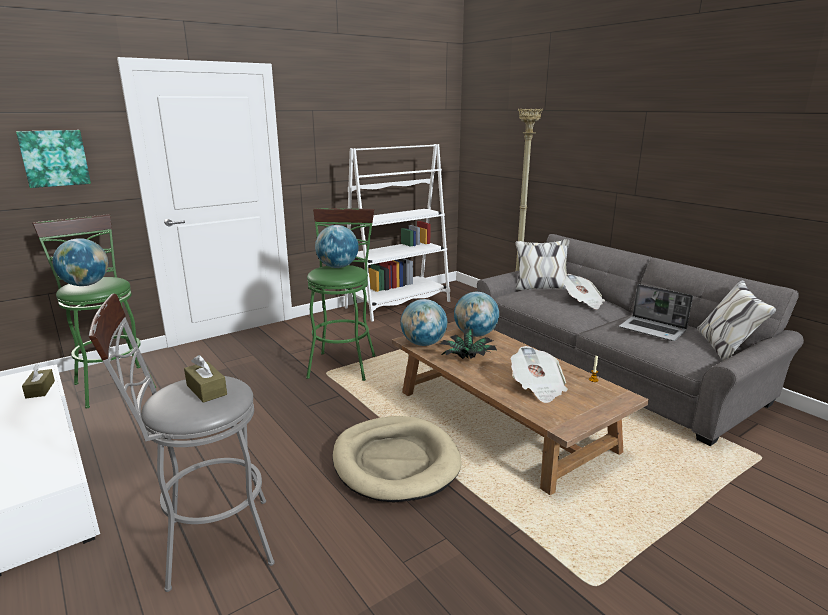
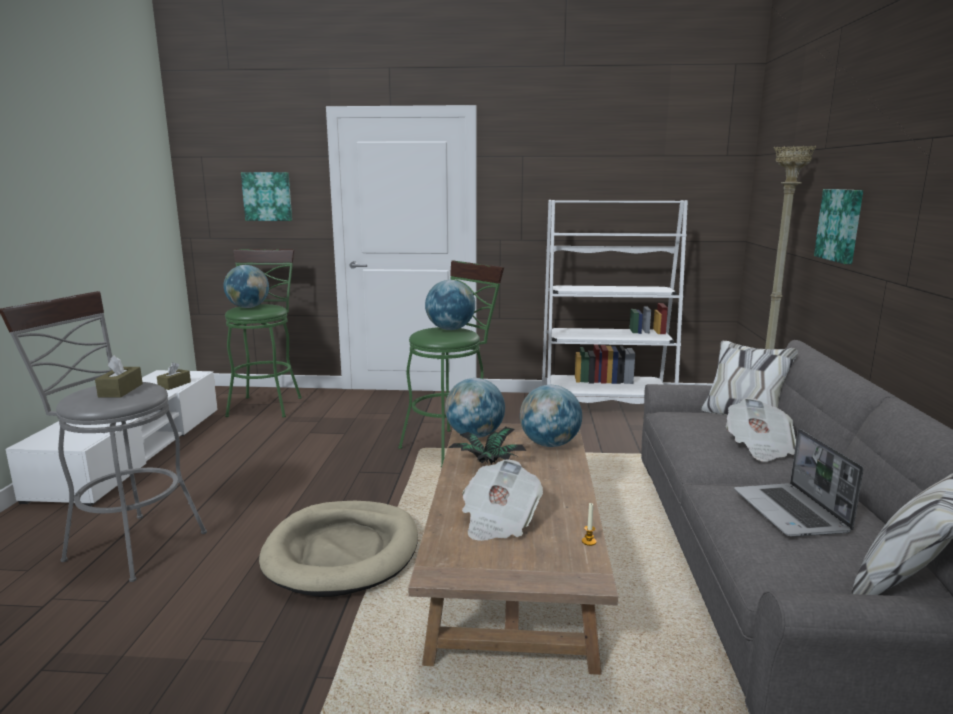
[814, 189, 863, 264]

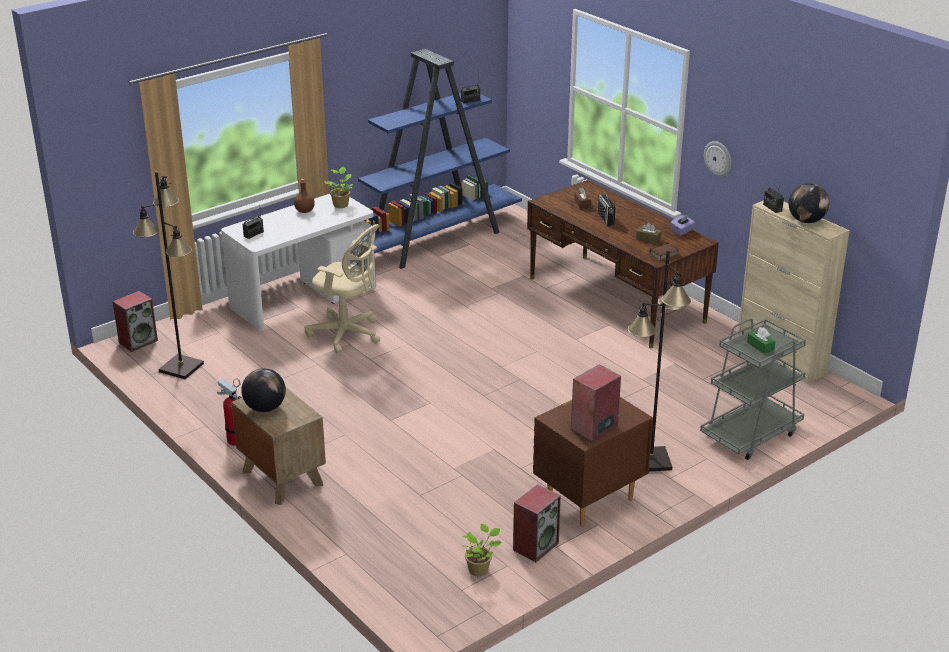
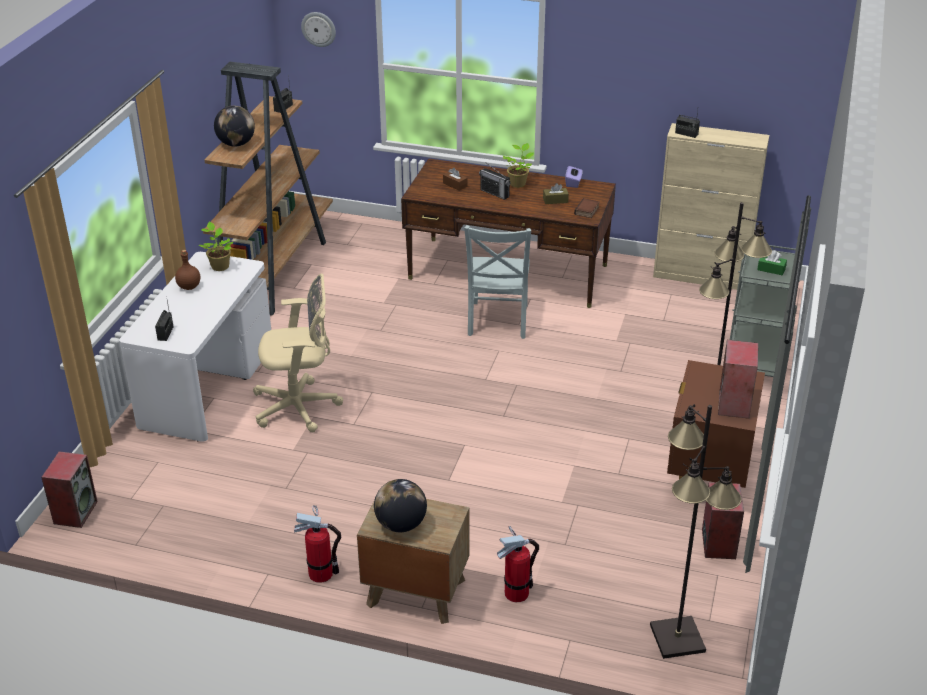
[203, 62, 333, 316]
[214, 106, 255, 147]
[301, 12, 336, 47]
[464, 225, 531, 339]
[497, 526, 539, 602]
[503, 143, 534, 188]
[650, 404, 742, 659]

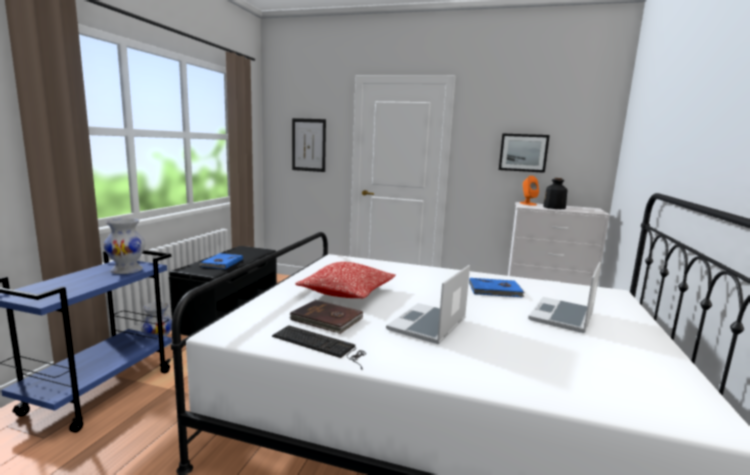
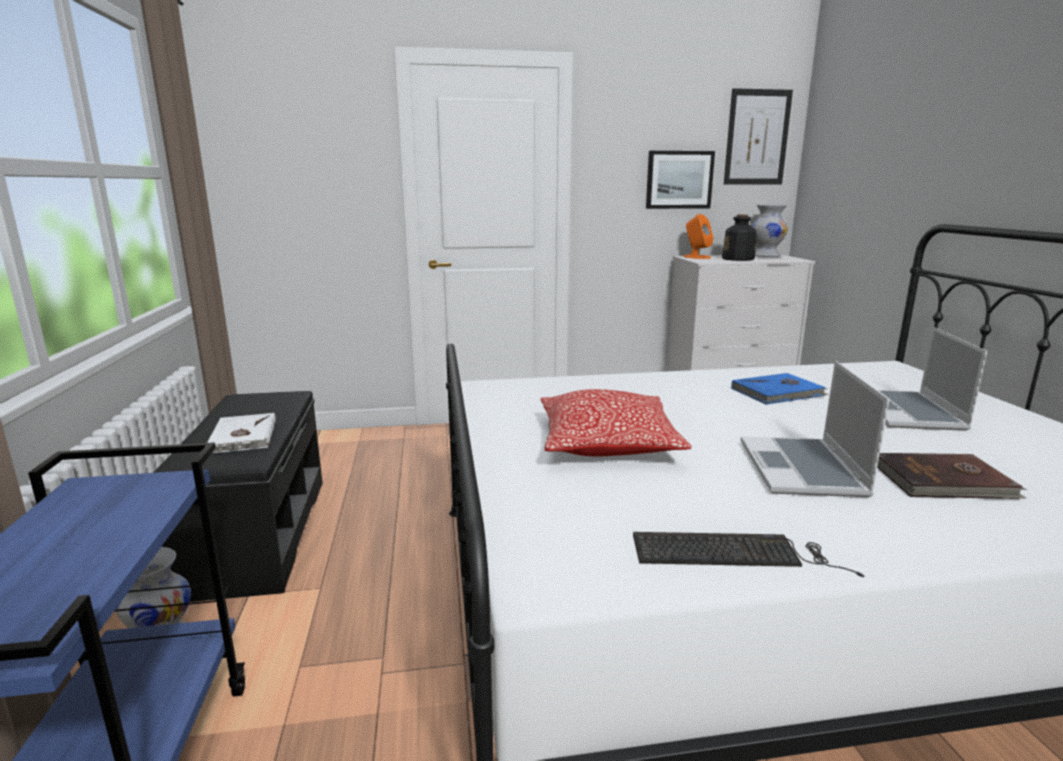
[207, 413, 276, 453]
[724, 88, 793, 185]
[751, 204, 788, 257]
[877, 453, 1027, 499]

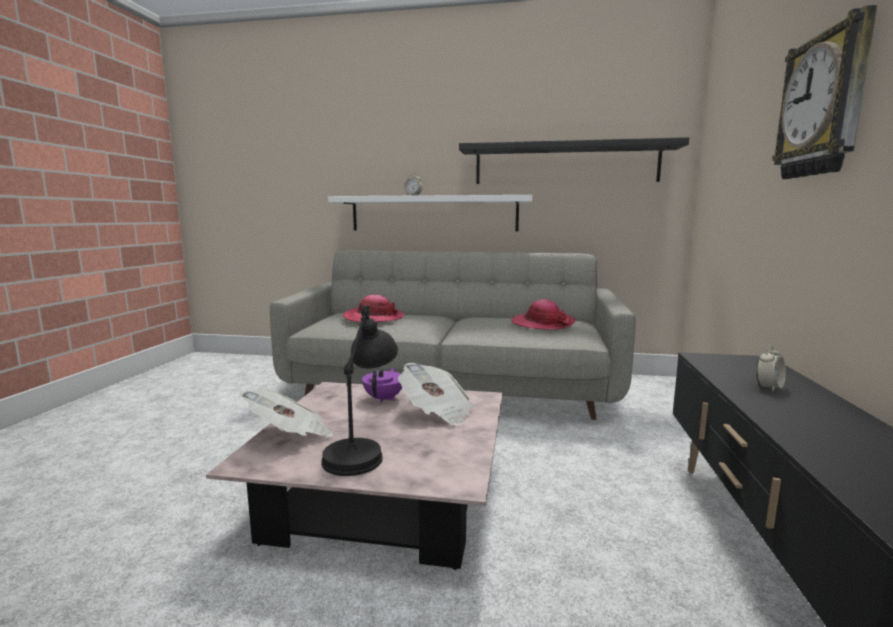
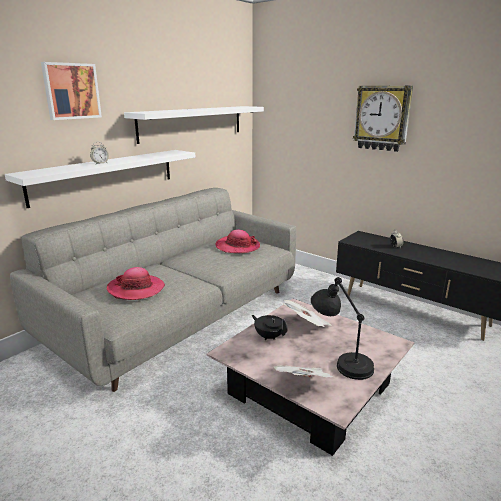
[41, 62, 102, 120]
[124, 106, 264, 144]
[251, 315, 288, 340]

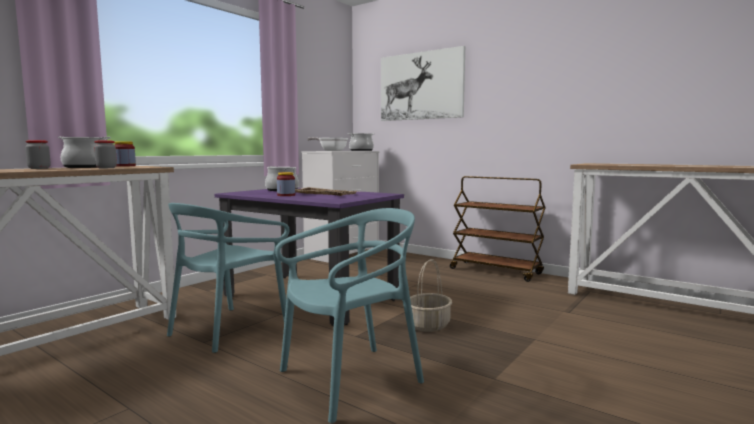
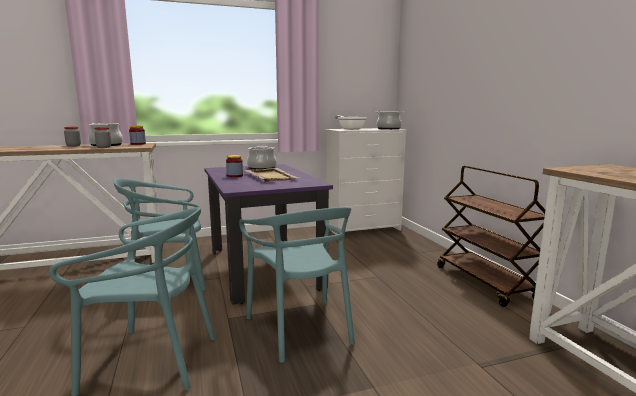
[239, 207, 355, 363]
[381, 46, 465, 121] (first image)

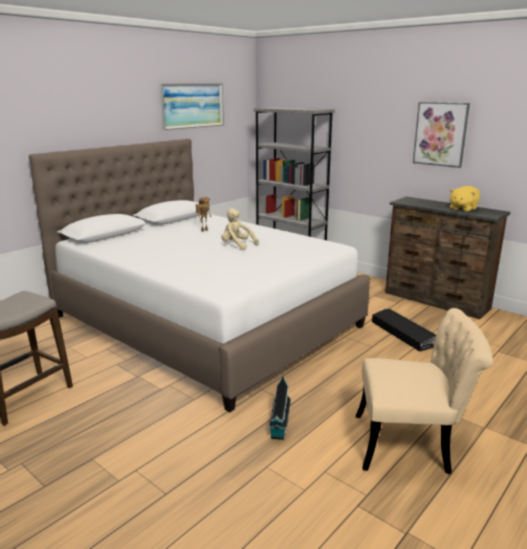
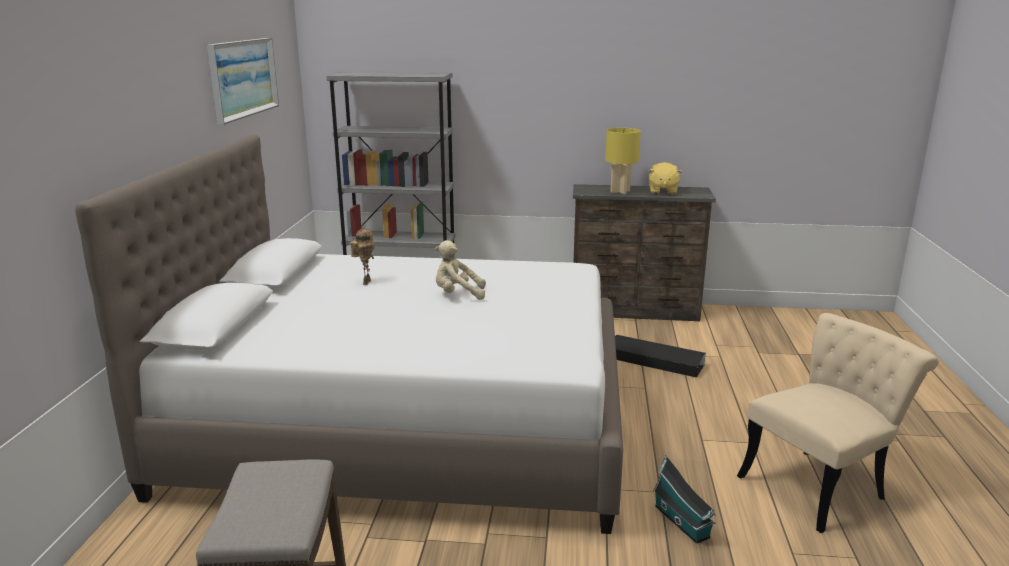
[605, 128, 641, 194]
[413, 102, 470, 168] (first image)

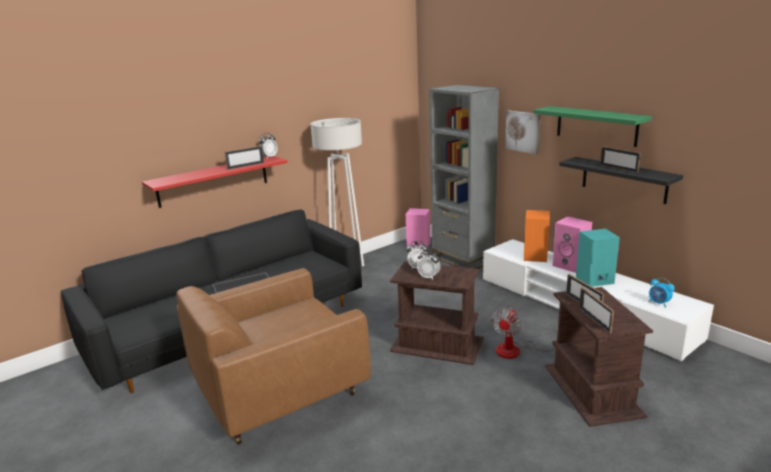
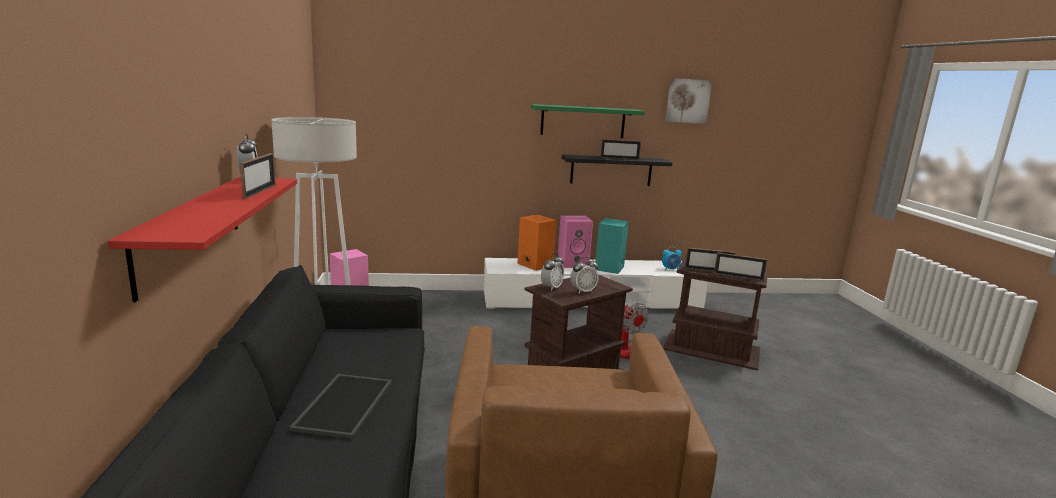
[665, 78, 712, 124]
[429, 85, 499, 269] (first image)

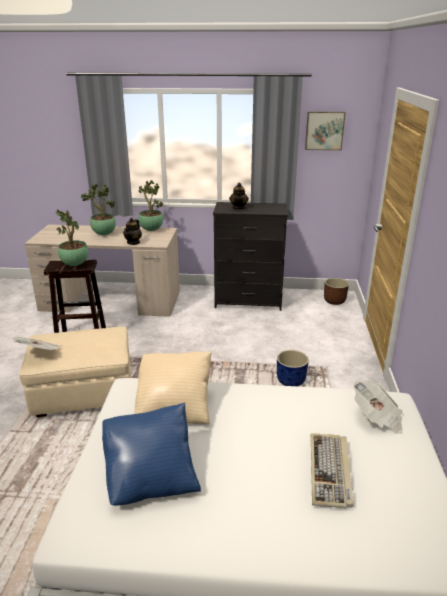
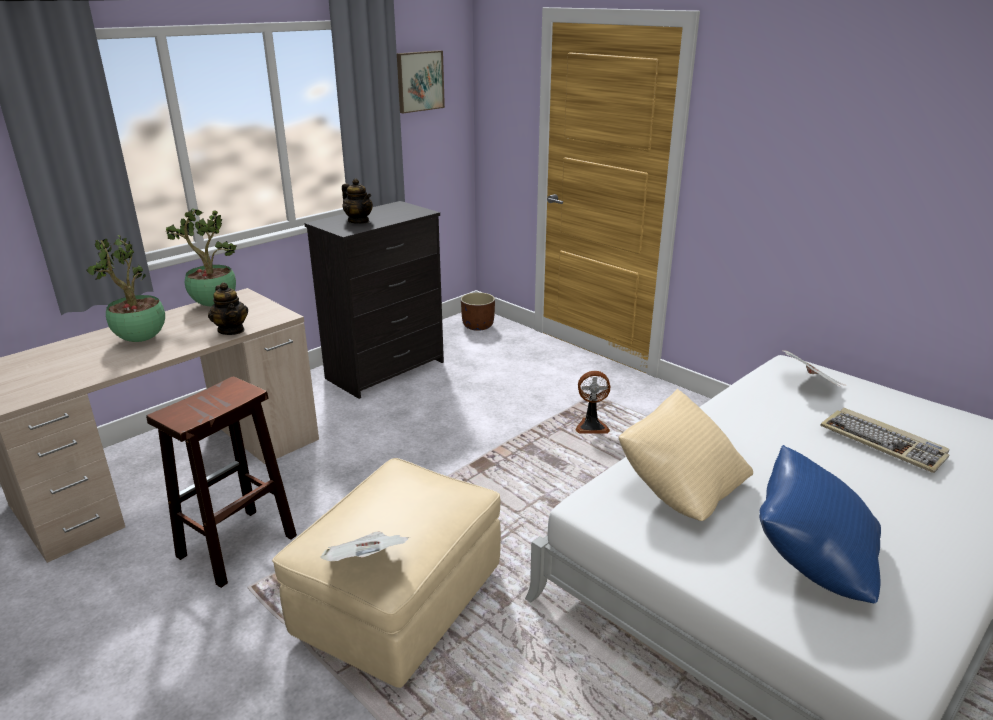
[576, 371, 610, 433]
[56, 210, 88, 266] (first image)

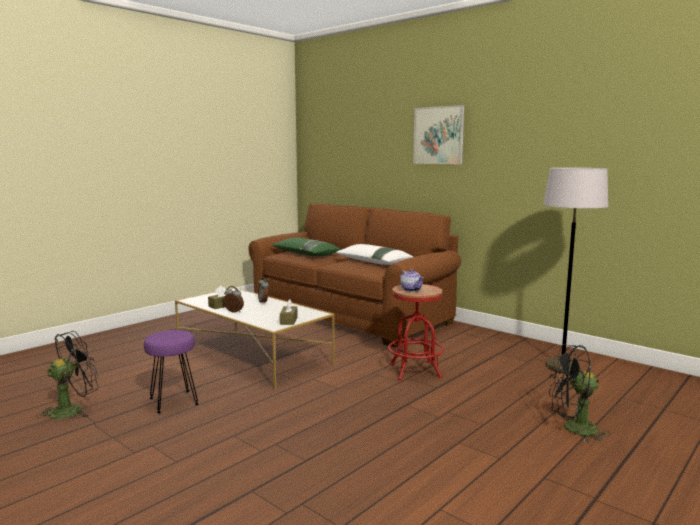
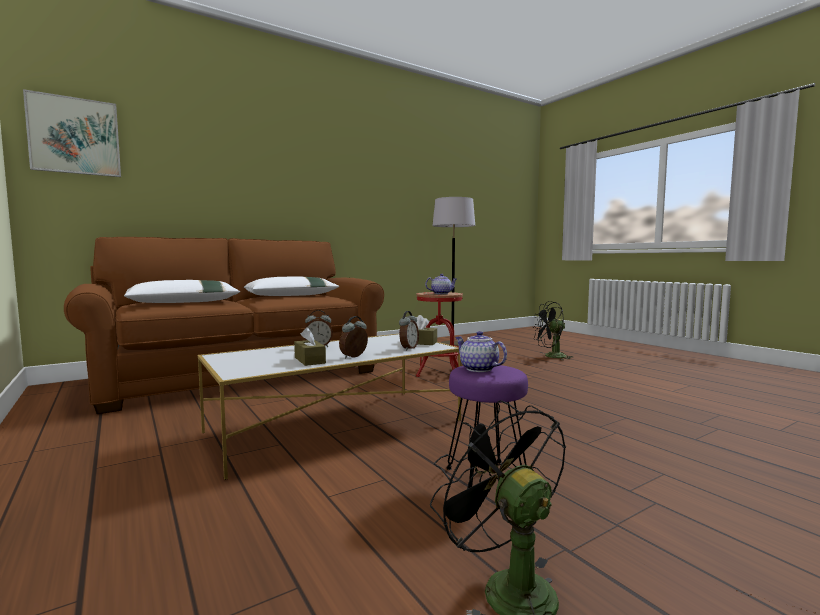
[23, 89, 121, 177]
[124, 280, 240, 303]
[399, 311, 419, 350]
[455, 331, 507, 372]
[532, 301, 574, 360]

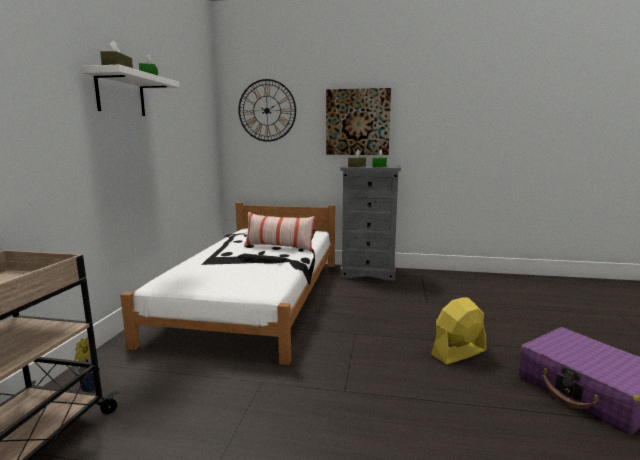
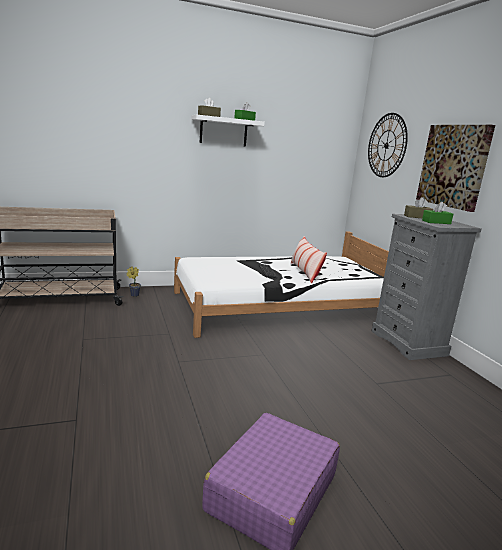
[431, 297, 487, 364] (first image)

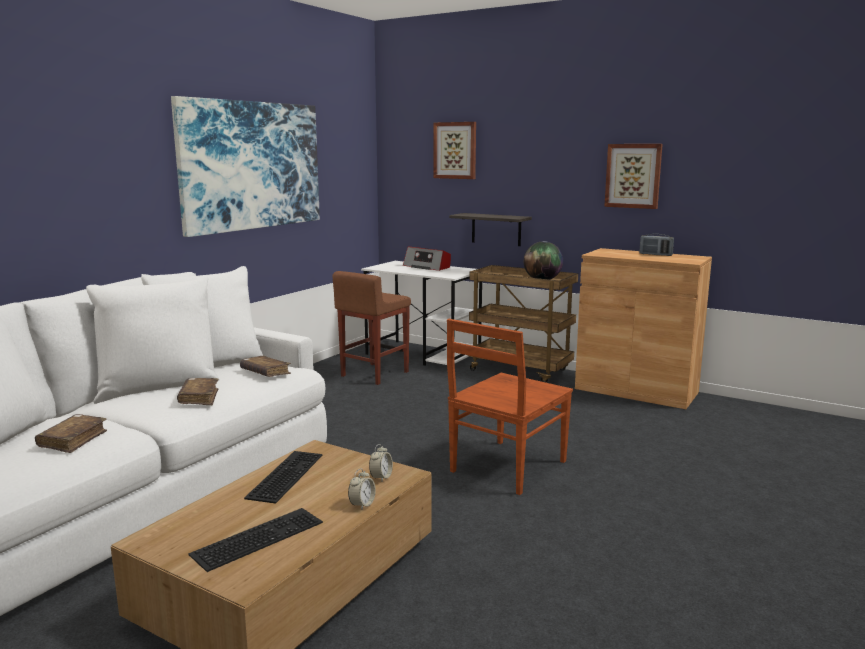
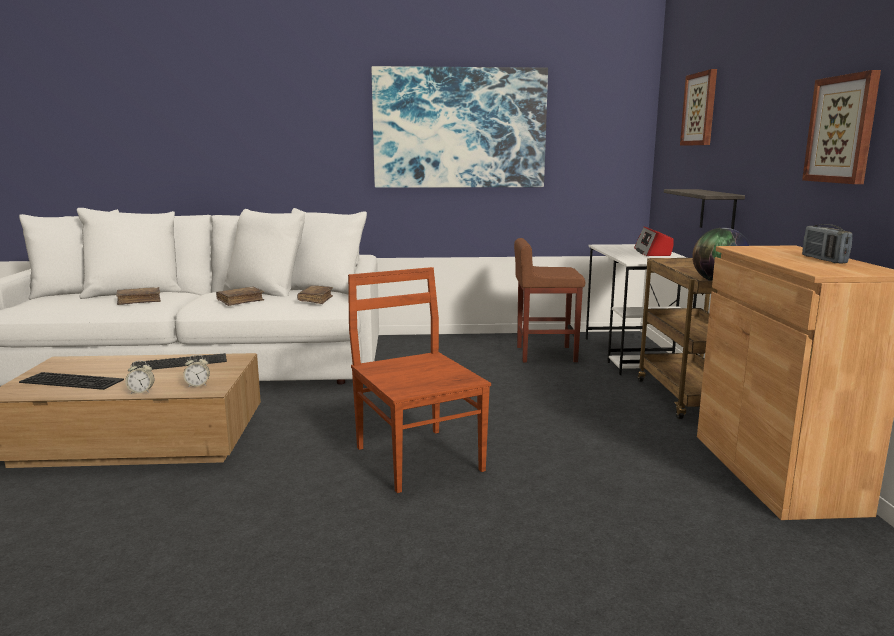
[348, 267, 491, 493]

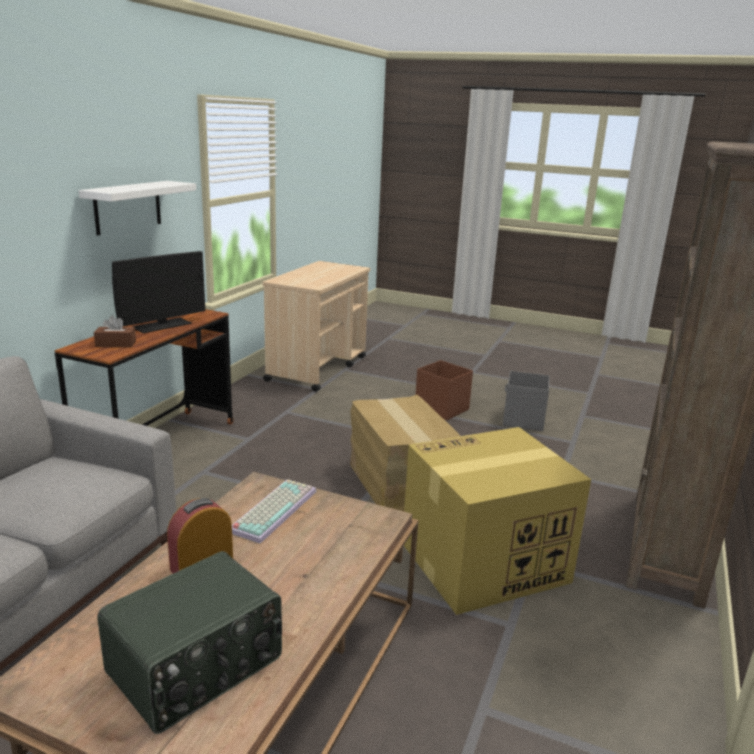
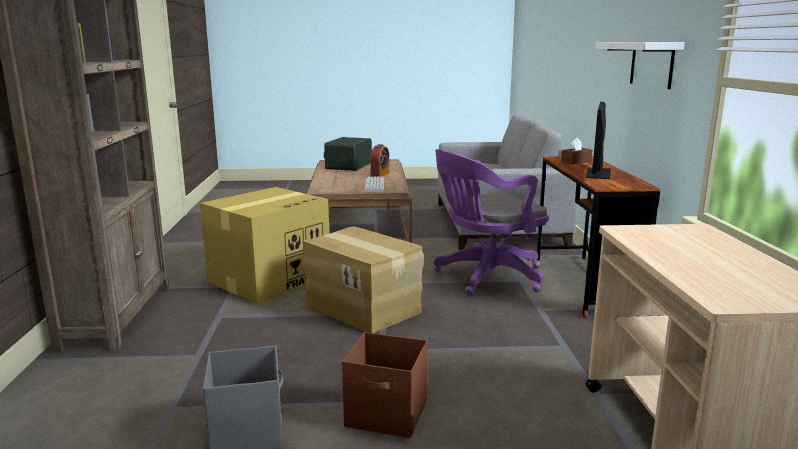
[434, 149, 549, 295]

